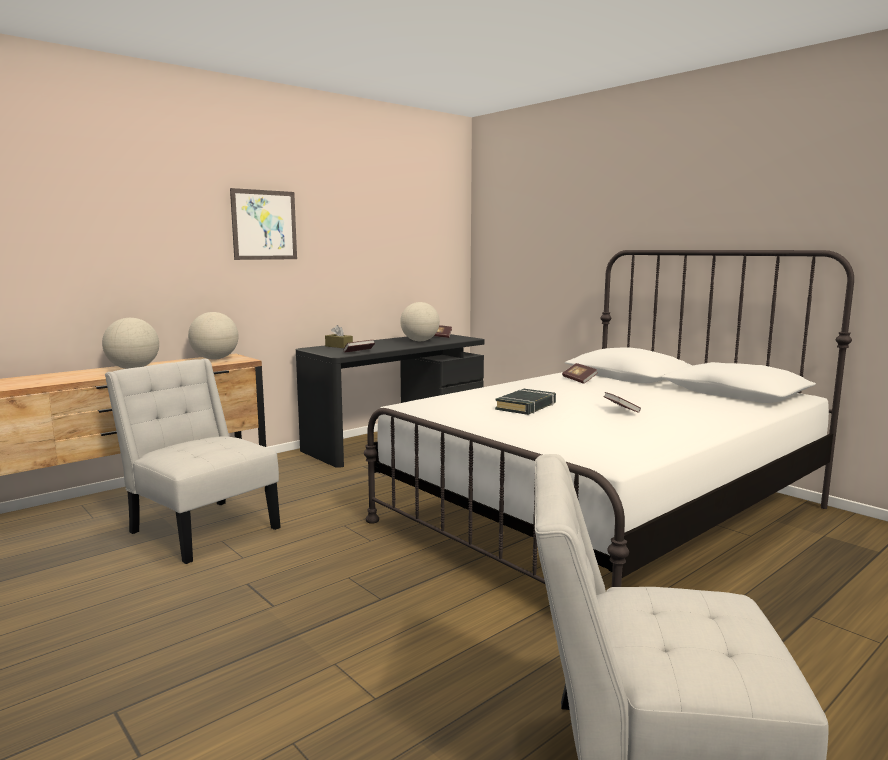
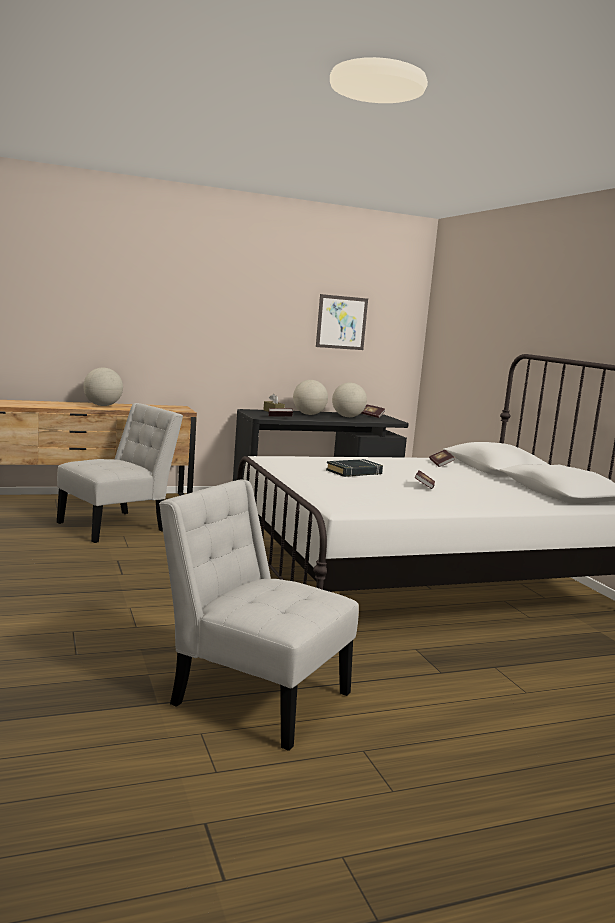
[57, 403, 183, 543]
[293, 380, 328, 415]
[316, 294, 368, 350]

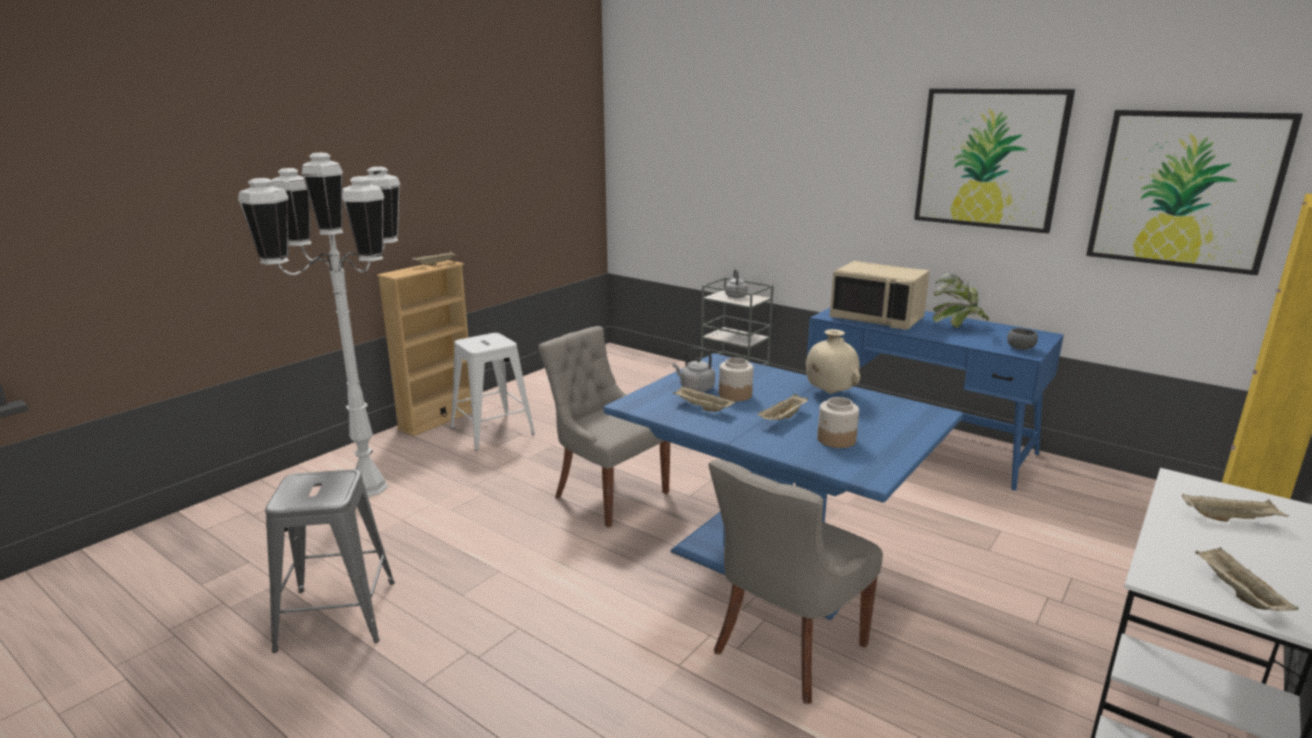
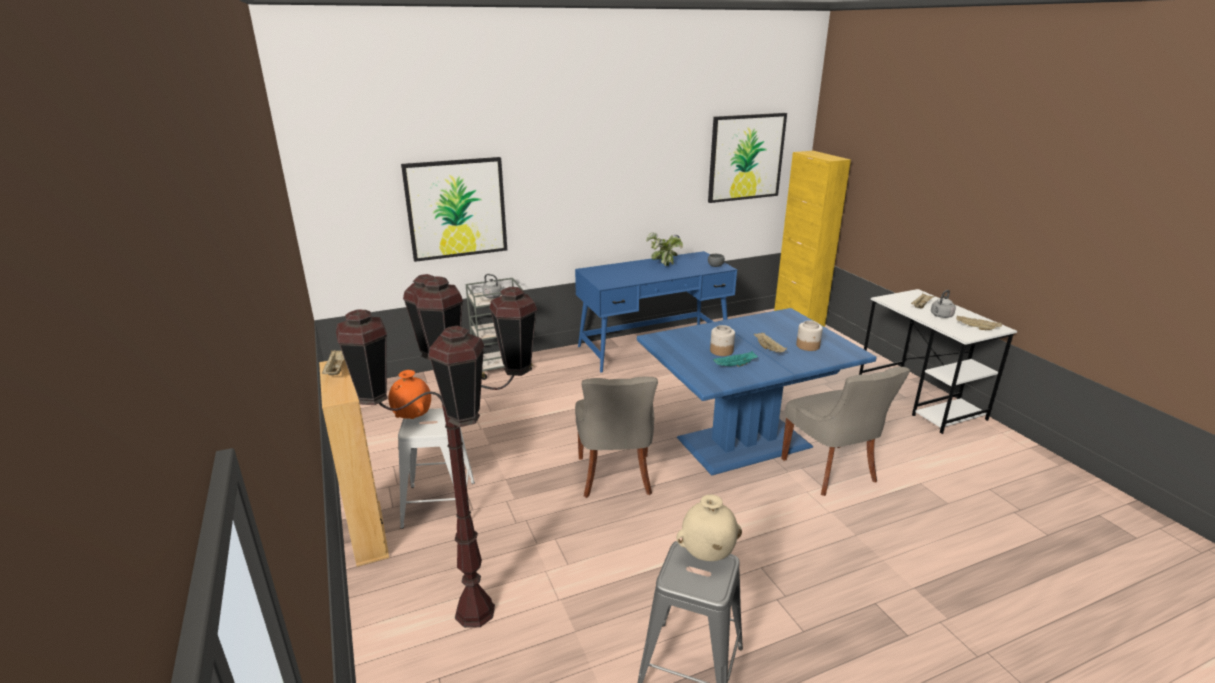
[336, 274, 537, 628]
[388, 370, 431, 419]
[401, 157, 507, 262]
[575, 376, 658, 498]
[677, 494, 742, 561]
[713, 351, 758, 367]
[931, 290, 956, 318]
[830, 261, 930, 330] (first image)

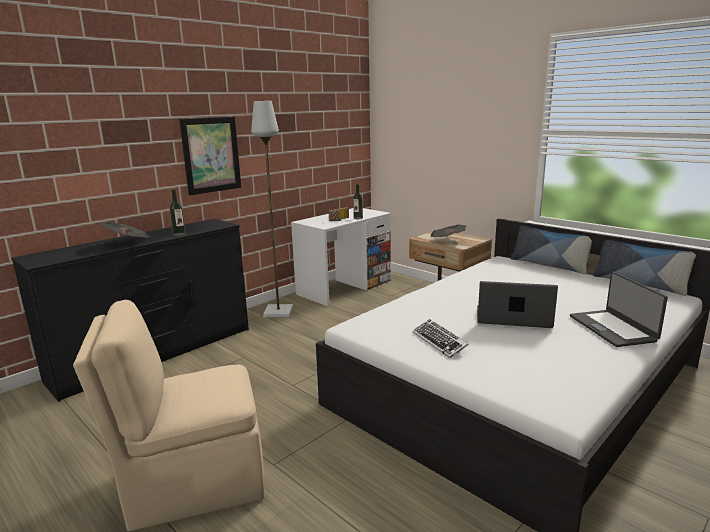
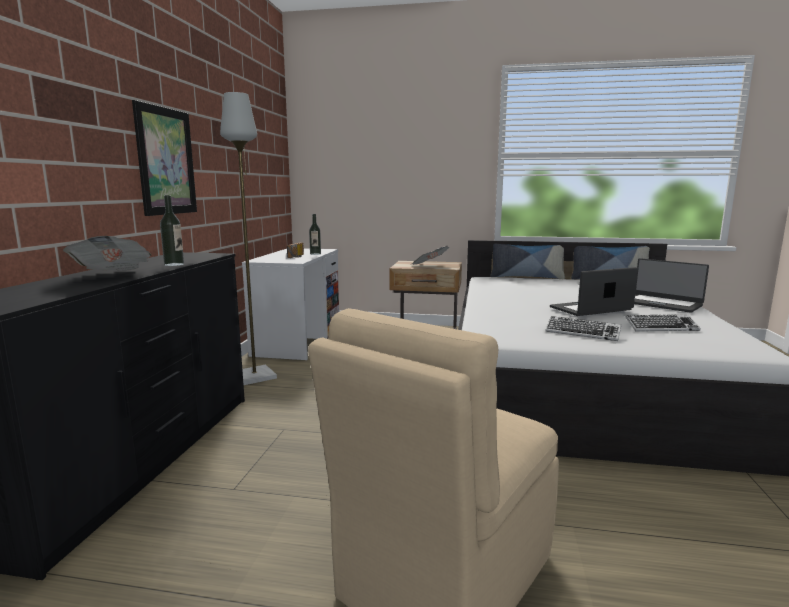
[626, 315, 701, 332]

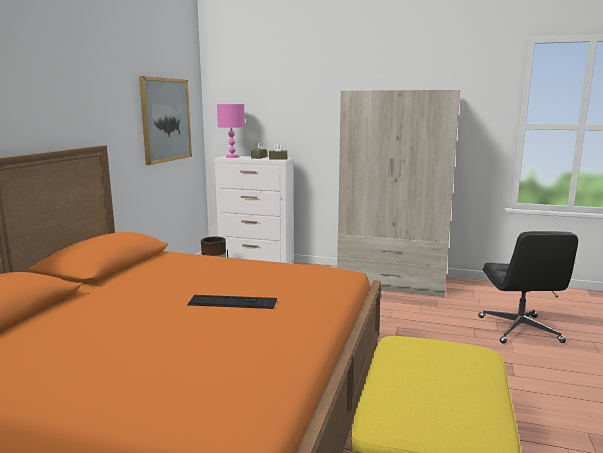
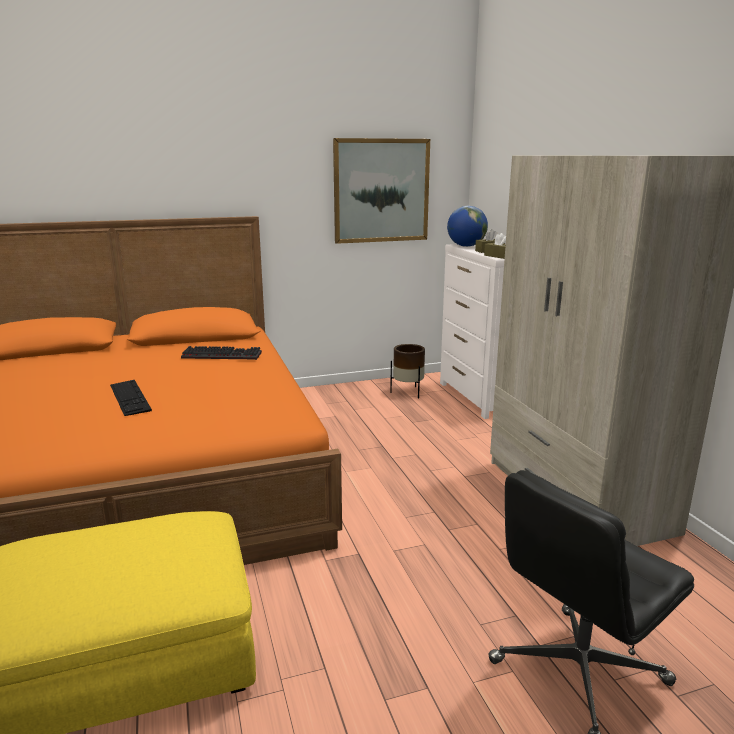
[181, 346, 262, 360]
[447, 206, 488, 247]

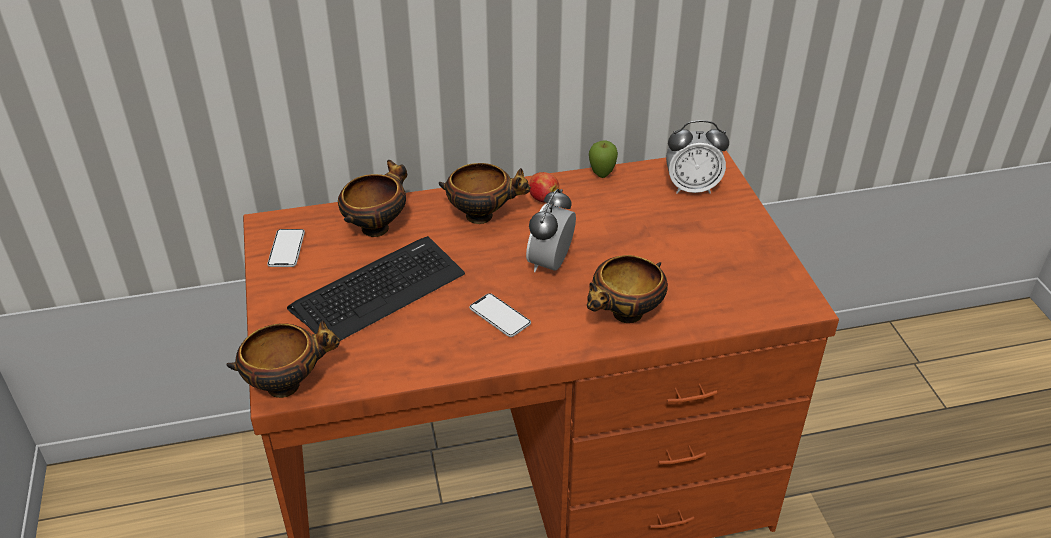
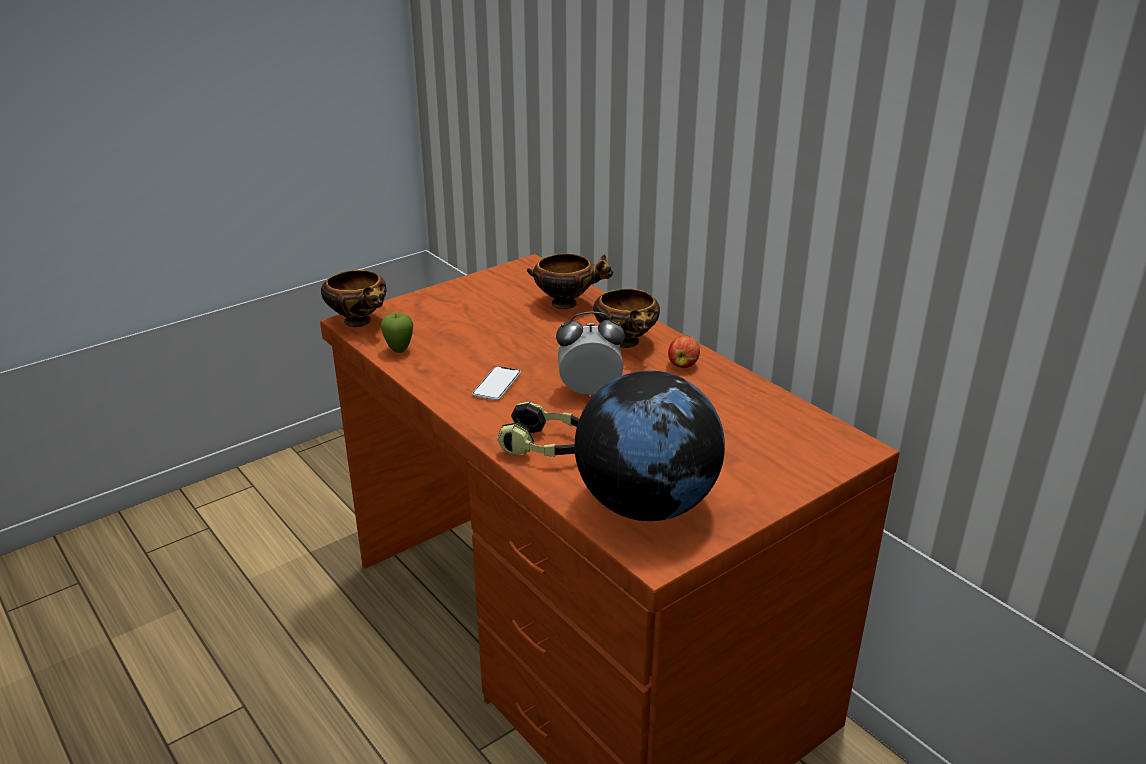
[381, 312, 413, 353]
[497, 401, 579, 457]
[575, 370, 725, 521]
[267, 229, 305, 267] (first image)
[287, 236, 465, 341] (first image)
[666, 120, 729, 193] (first image)

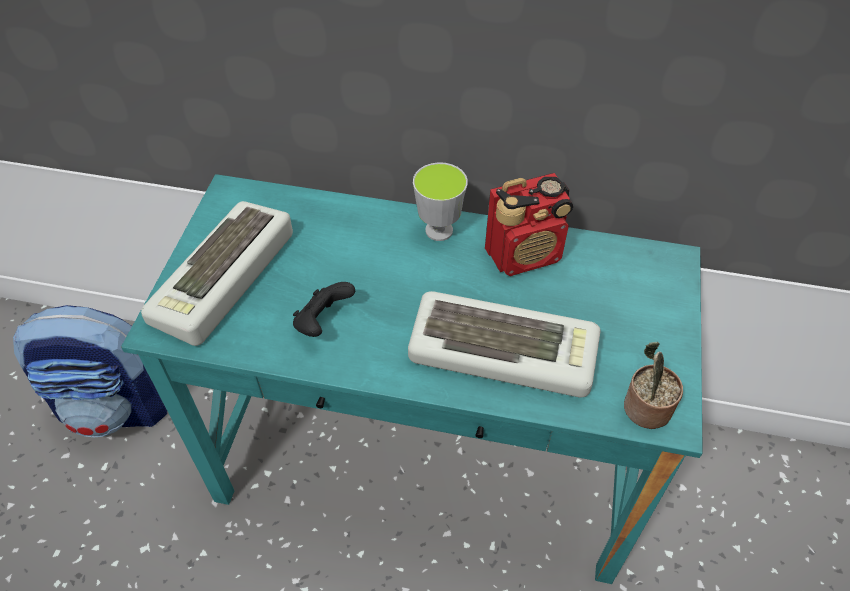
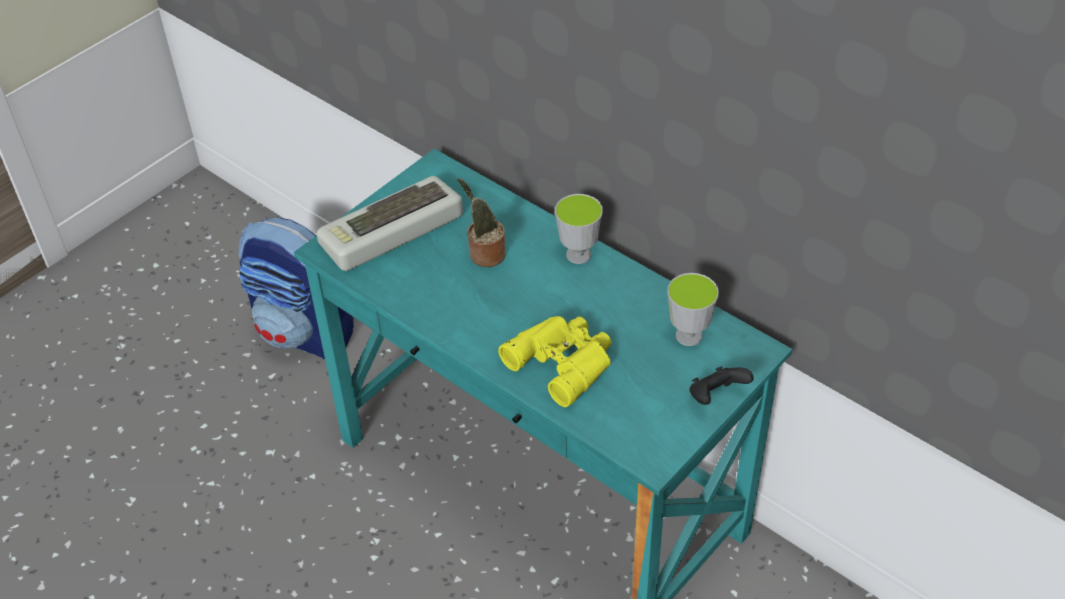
[457, 178, 506, 267]
[498, 316, 612, 407]
[667, 273, 719, 346]
[689, 366, 754, 405]
[485, 173, 573, 276] (first image)

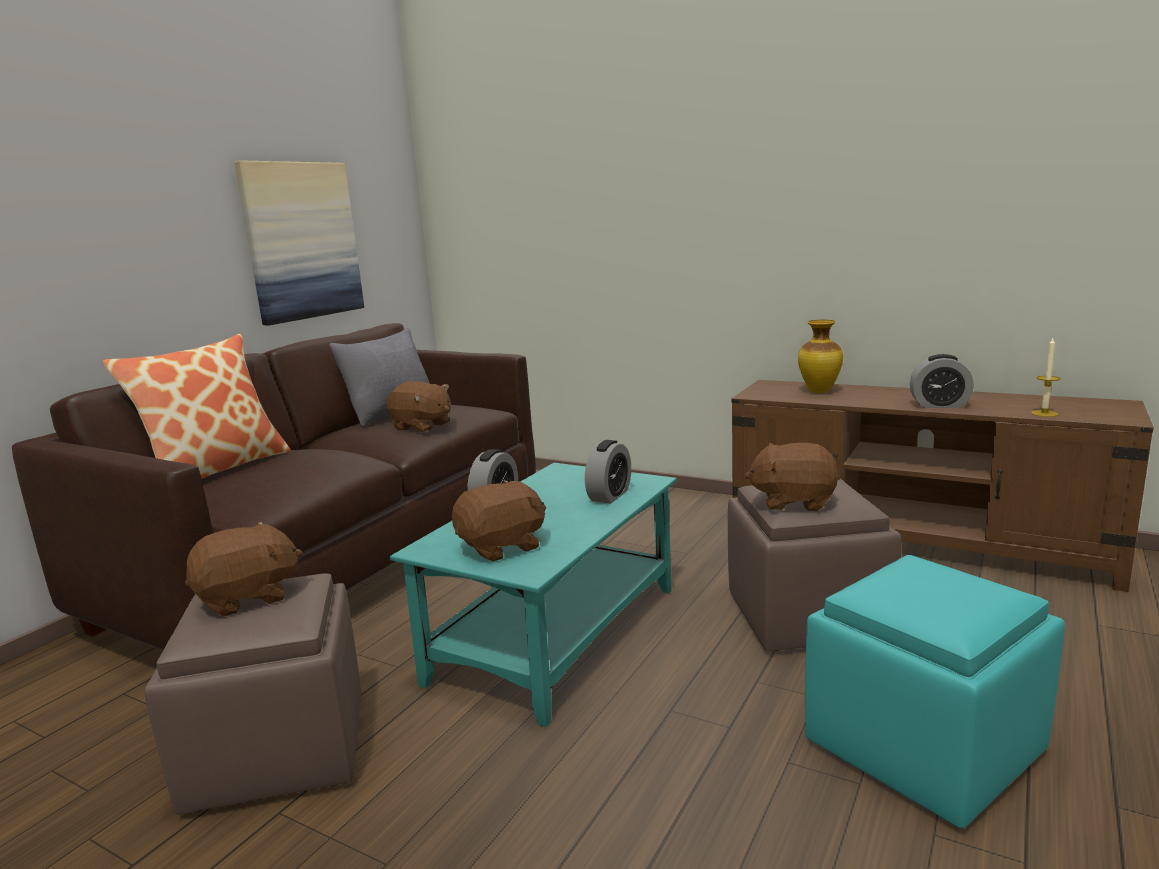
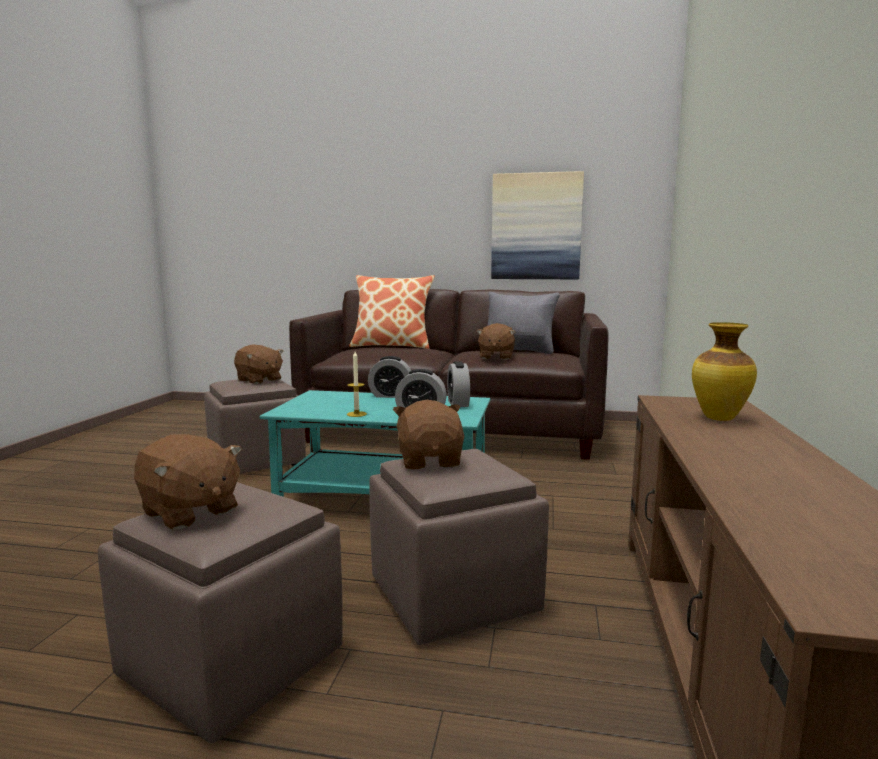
[98, 482, 343, 743]
[134, 434, 242, 529]
[347, 351, 367, 417]
[447, 361, 470, 407]

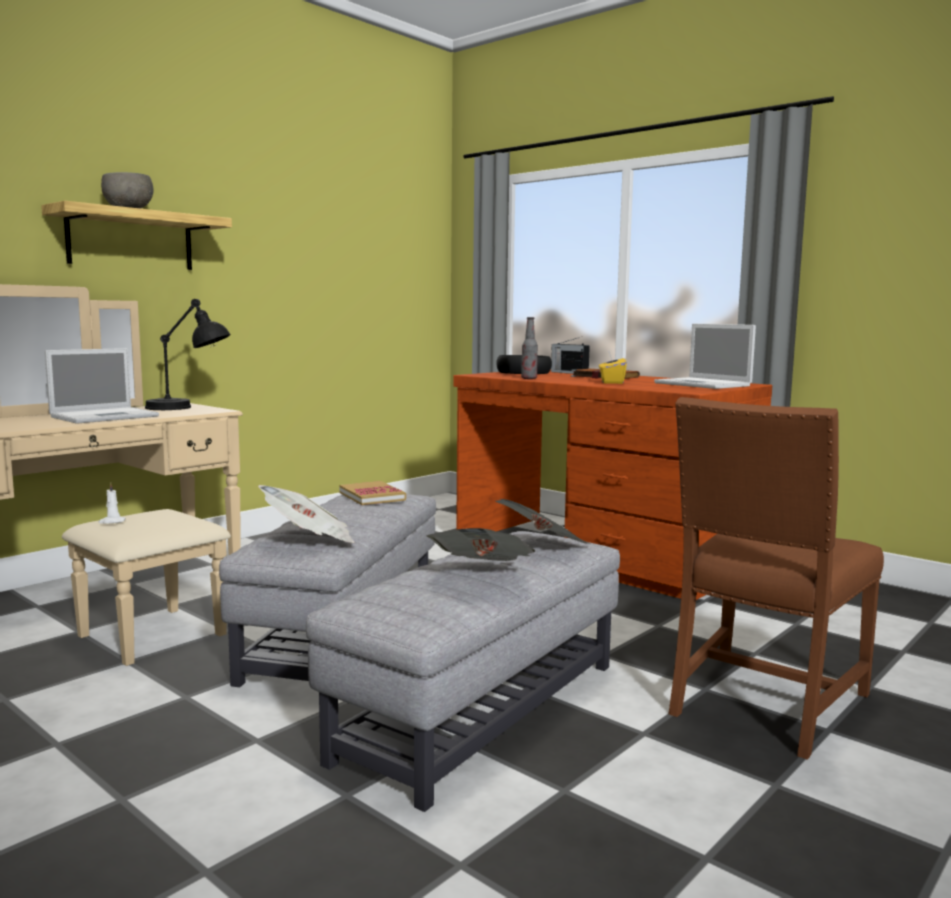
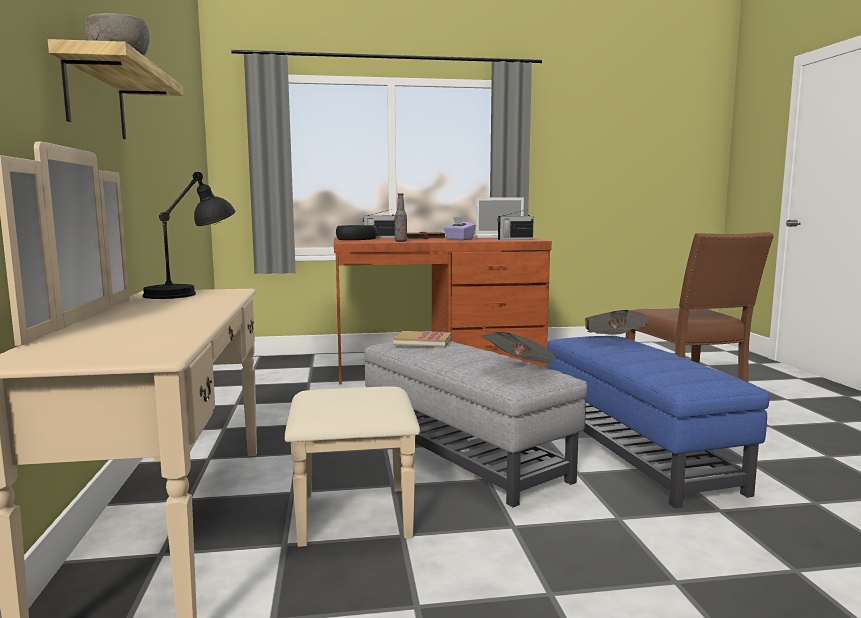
[444, 217, 476, 240]
[497, 210, 534, 240]
[547, 336, 769, 508]
[45, 348, 159, 424] (first image)
[99, 482, 126, 524] (first image)
[426, 528, 535, 561] (first image)

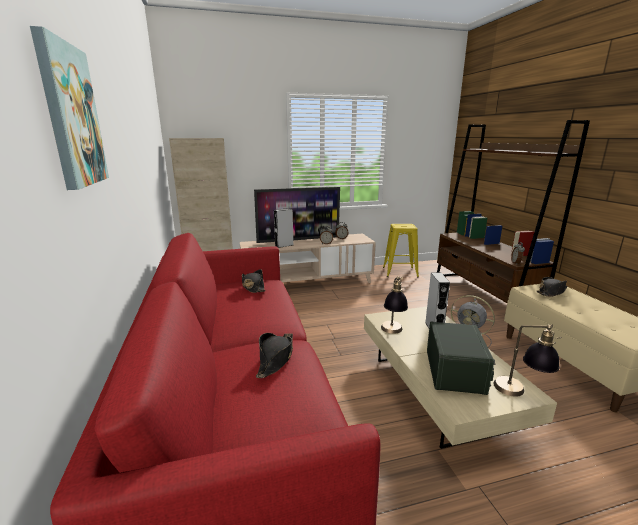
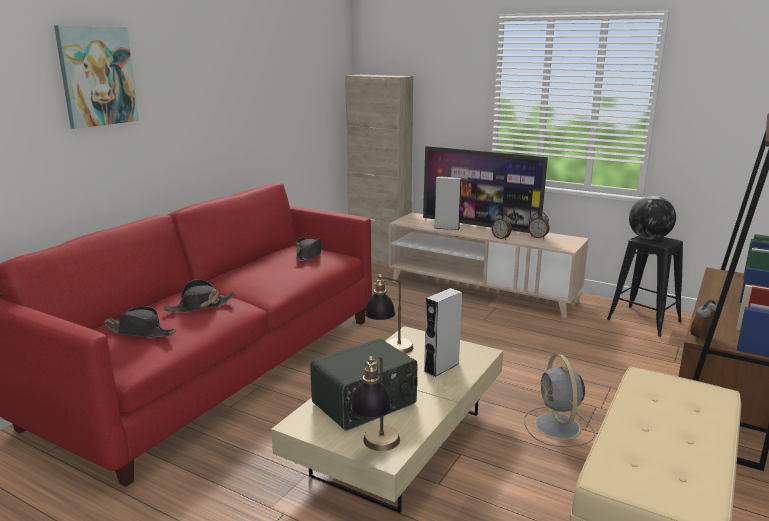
[103, 306, 176, 338]
[607, 236, 683, 337]
[629, 196, 676, 240]

